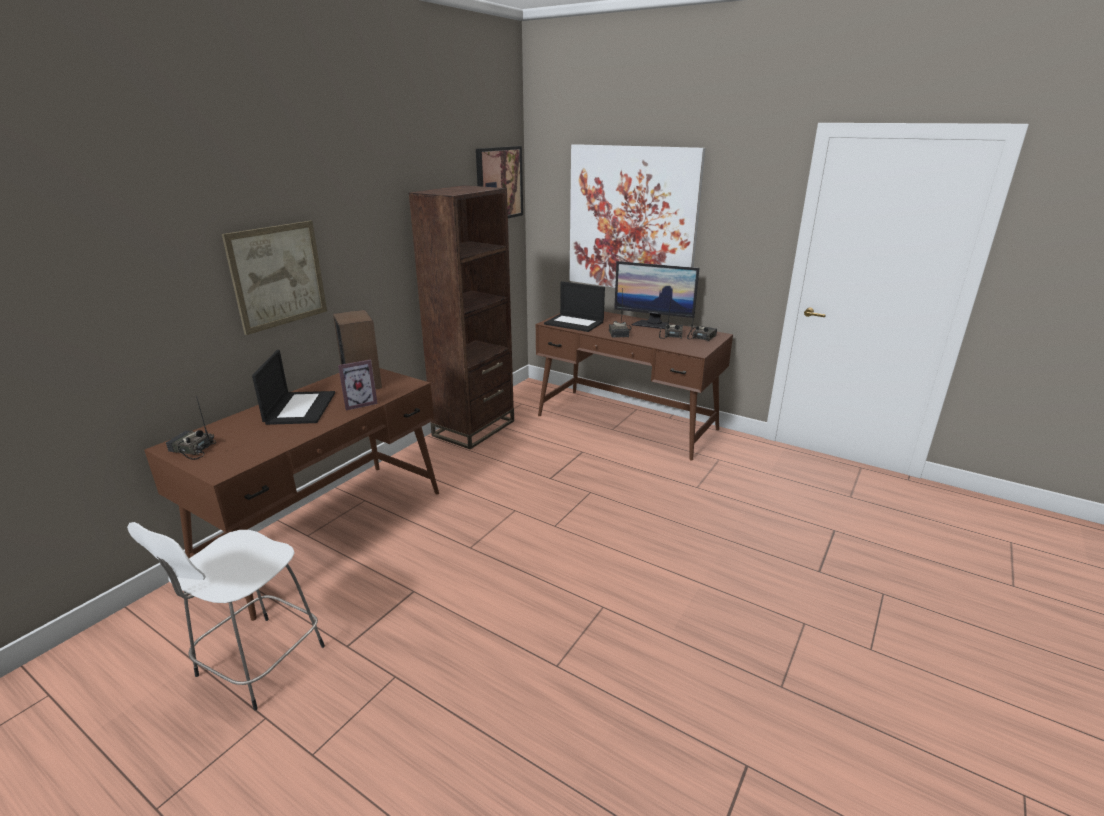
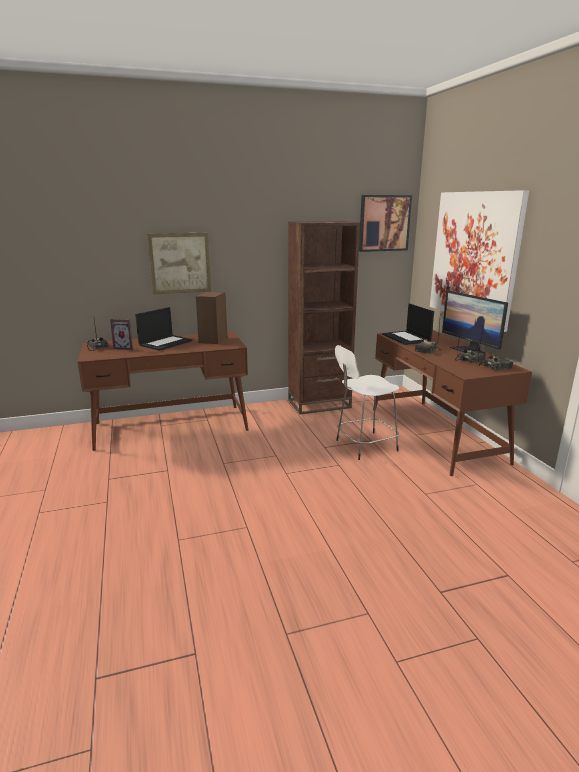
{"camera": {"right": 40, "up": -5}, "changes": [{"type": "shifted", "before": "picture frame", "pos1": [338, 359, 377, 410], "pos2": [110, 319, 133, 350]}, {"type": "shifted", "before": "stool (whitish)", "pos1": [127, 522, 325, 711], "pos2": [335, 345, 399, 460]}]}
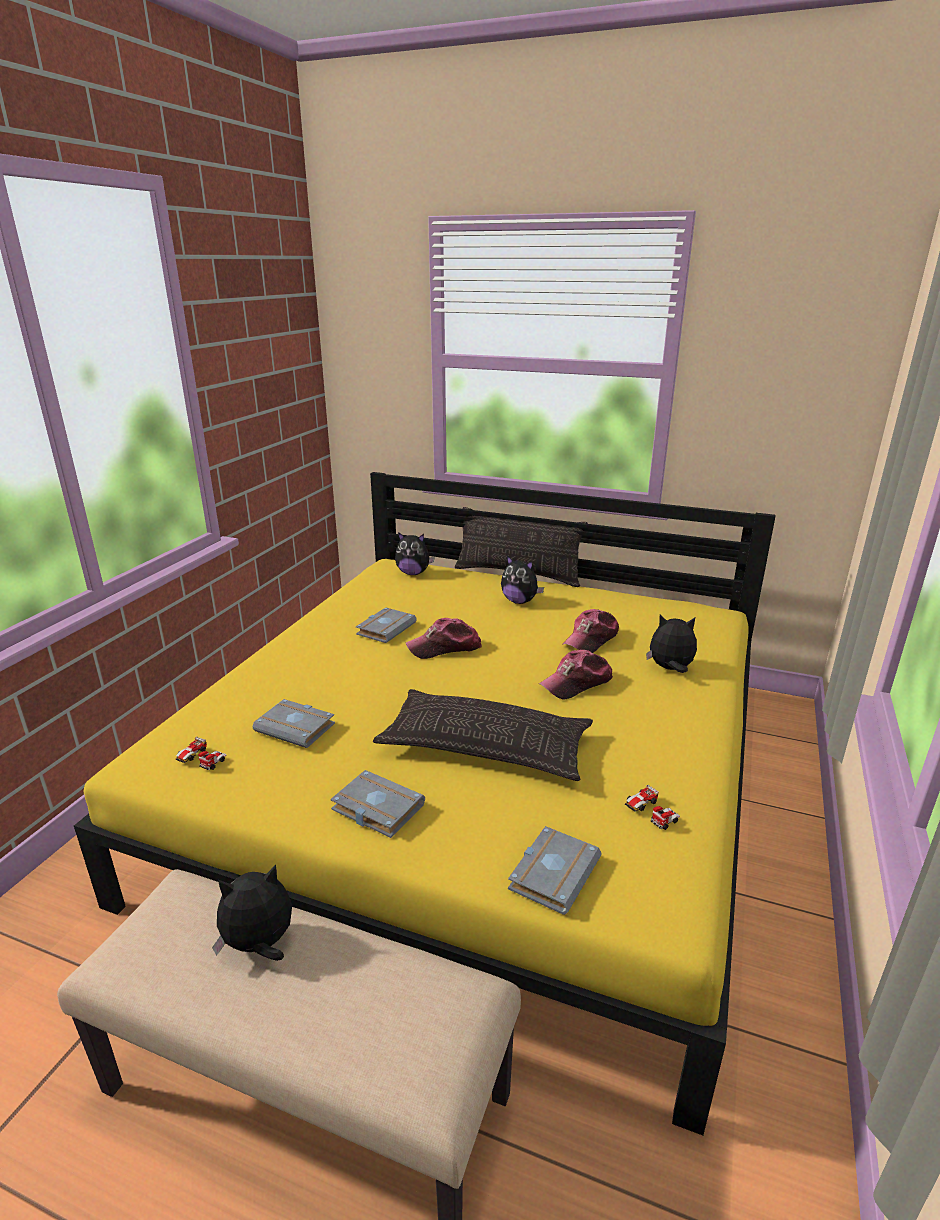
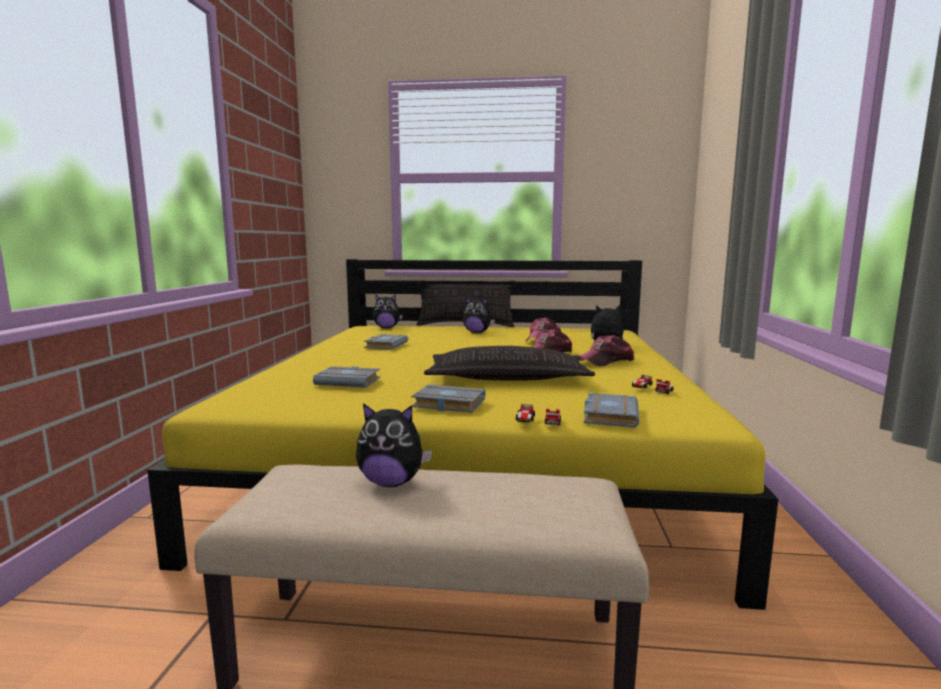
{"camera": {"right": -15, "up": -15}, "changes": [{"type": "rotated", "before": "soft toy", "pos1": [212, 864, 292, 961], "pos2": [356, 403, 432, 487], "turn": -135}, {"type": "shifted", "before": "toy car", "pos1": [176, 737, 227, 770], "pos2": [516, 404, 561, 426]}, {"type": "shifted", "before": "baseball cap", "pos1": [406, 618, 482, 659], "pos2": [579, 335, 634, 367]}]}
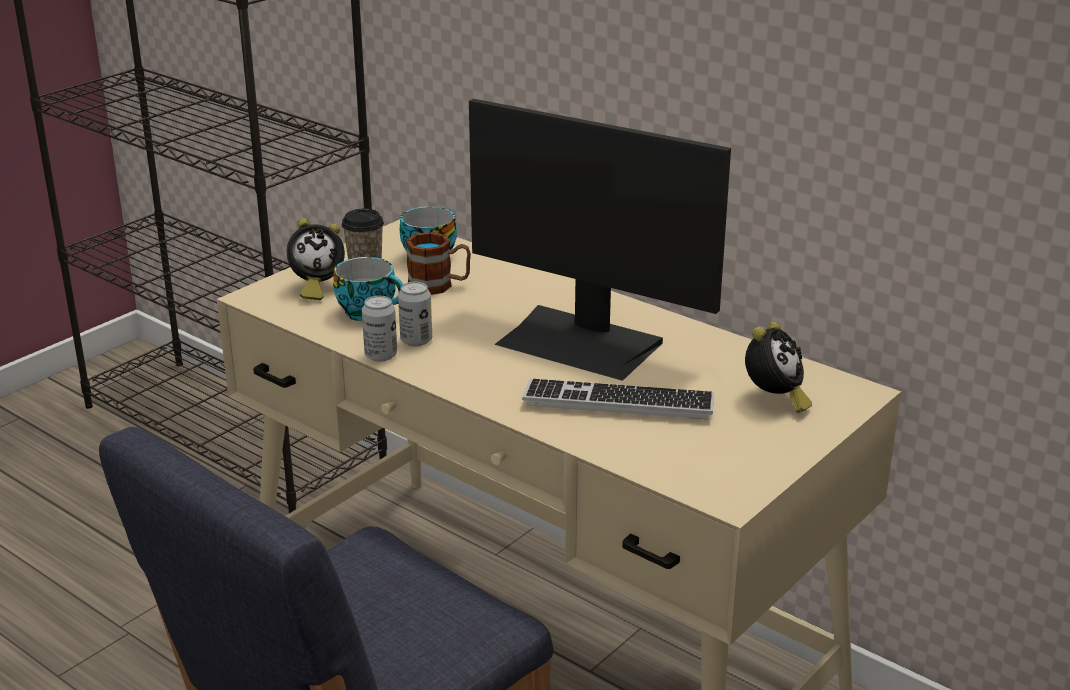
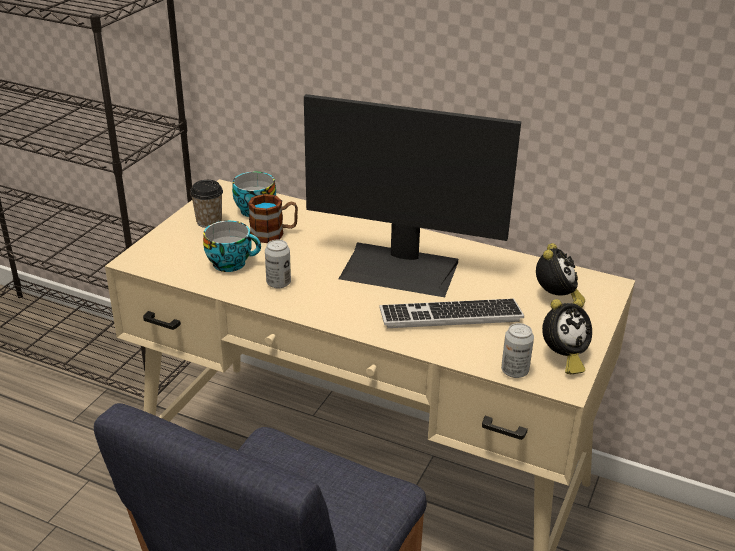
{"camera": {"right": -15, "up": 5}, "changes": [{"type": "shifted", "before": "can", "pos1": [362, 296, 397, 362], "pos2": [501, 323, 534, 378]}, {"type": "shifted", "before": "table clock", "pos1": [287, 218, 345, 300], "pos2": [542, 299, 592, 374]}]}
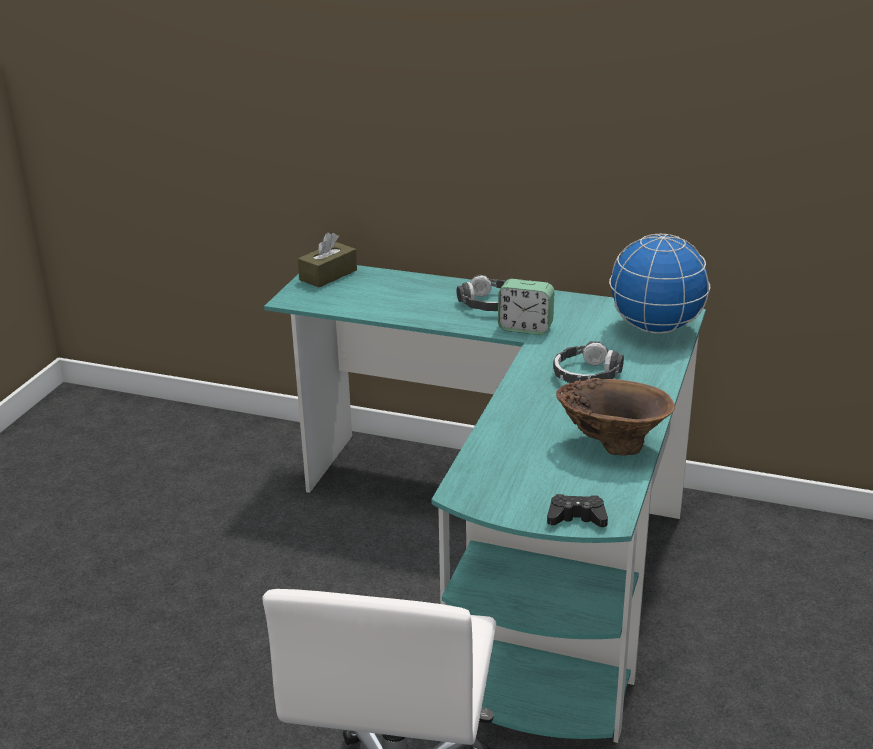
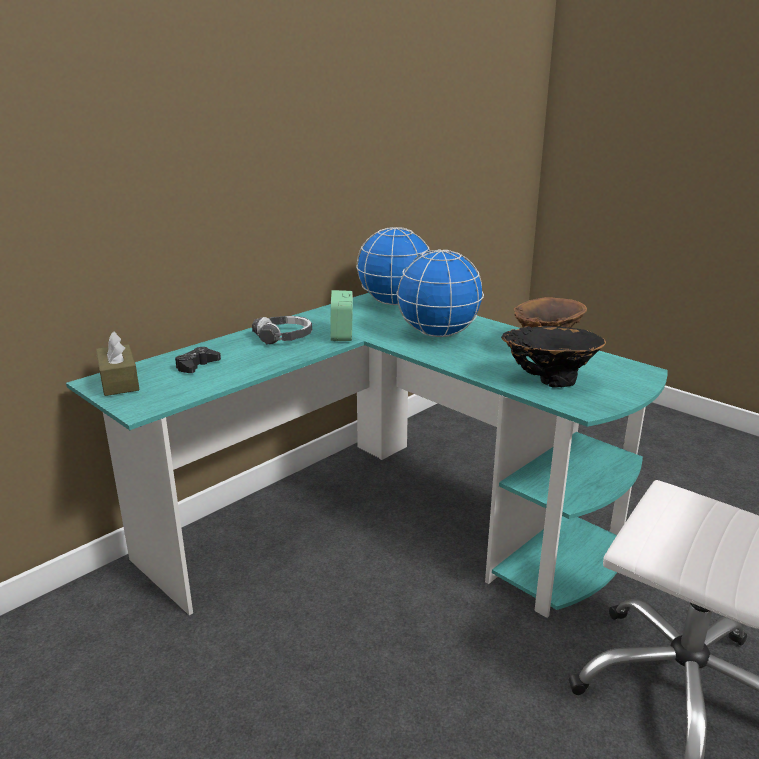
{"camera": {"right": -65, "up": -5}, "changes": [{"type": "shifted", "before": "gamepad (blackish)", "pos1": [547, 494, 608, 527], "pos2": [175, 347, 221, 373]}, {"type": "rotated", "before": "table clock", "pos1": [498, 279, 554, 335], "pos2": [330, 290, 353, 341], "turn": 135}, {"type": "swapped", "before": "headset", "after": "globe", "pos1": [553, 341, 624, 383], "pos2": [396, 249, 484, 337]}, {"type": "new", "after": "flower vase (blackish)", "pos2": [501, 326, 606, 388]}]}
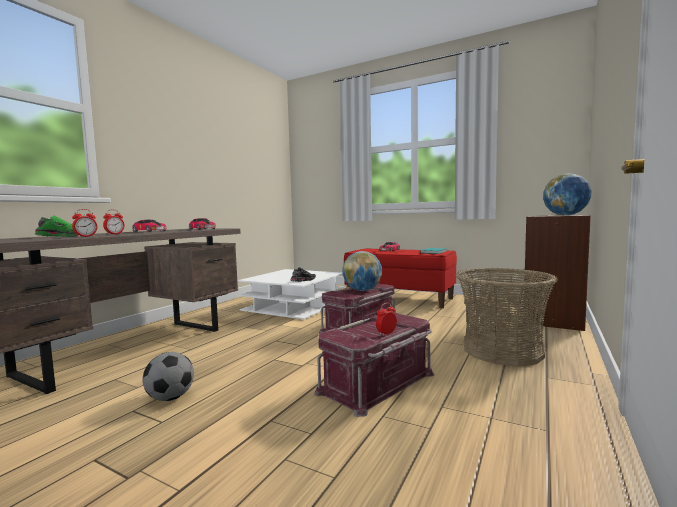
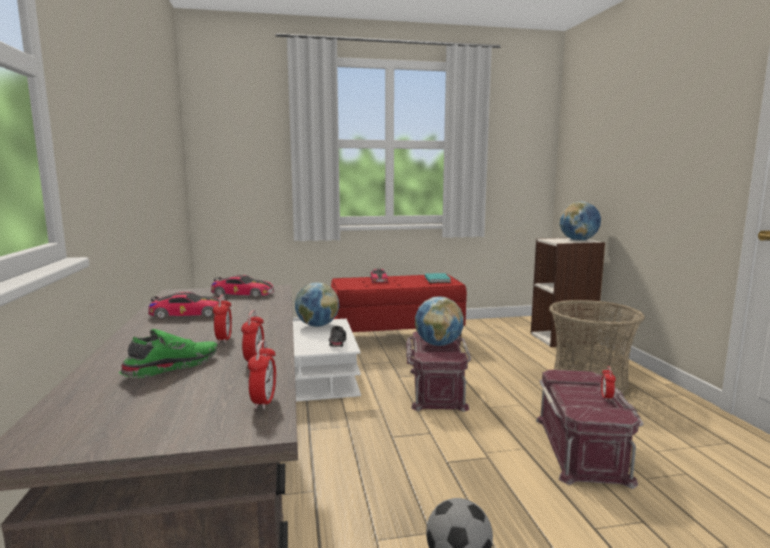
{"camera": {"right": -40, "up": 5}, "changes": [{"type": "new", "after": "table clock", "pos2": [248, 340, 276, 410]}, {"type": "new", "after": "globe", "pos2": [295, 282, 339, 327]}]}
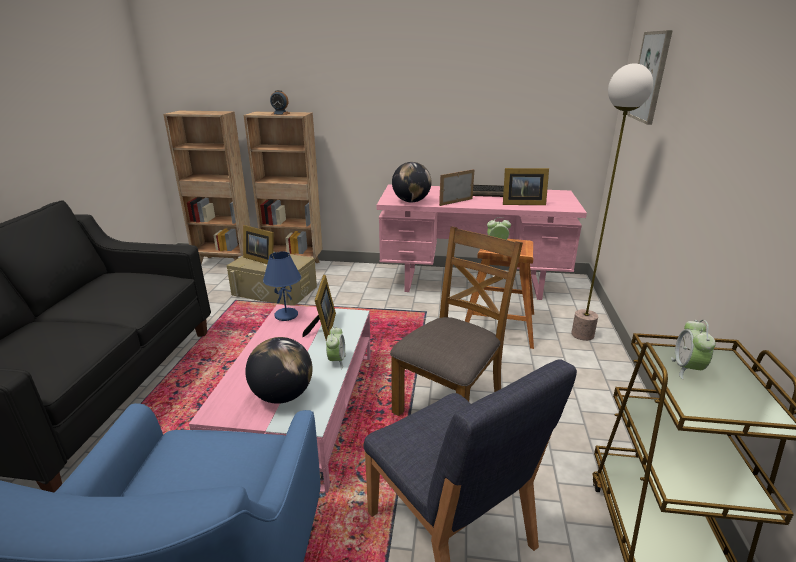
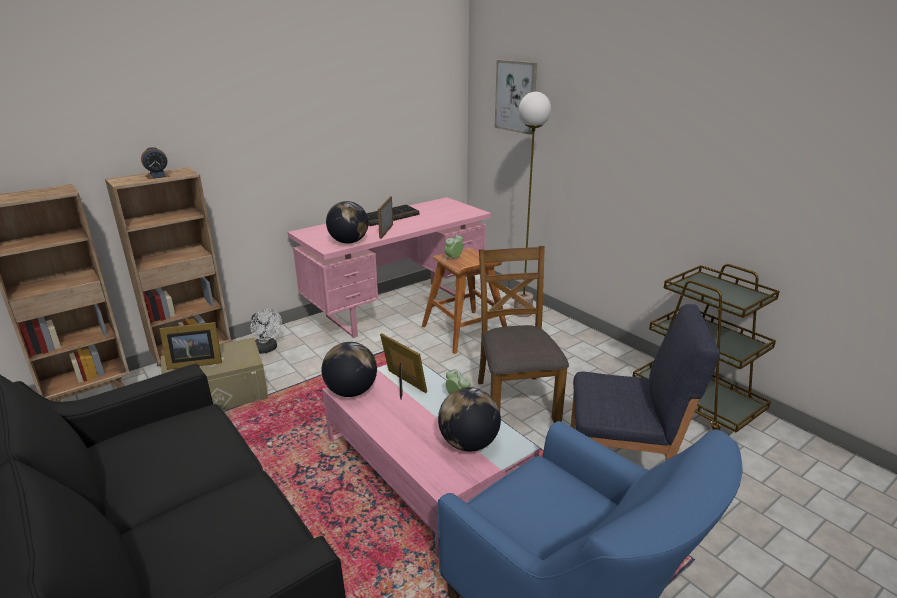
{"camera": {"right": -45, "up": 0}, "changes": [{"type": "new", "after": "electric fan (whitish)", "pos2": [251, 309, 282, 354]}, {"type": "swapped", "before": "lamp for a table (blue-coloured)", "after": "globe", "pos1": [263, 251, 301, 321], "pos2": [322, 342, 377, 397]}, {"type": "gone", "before": "picture frame", "pos1": [503, 168, 549, 205]}, {"type": "gone", "before": "table clock", "pos1": [671, 320, 716, 379]}]}
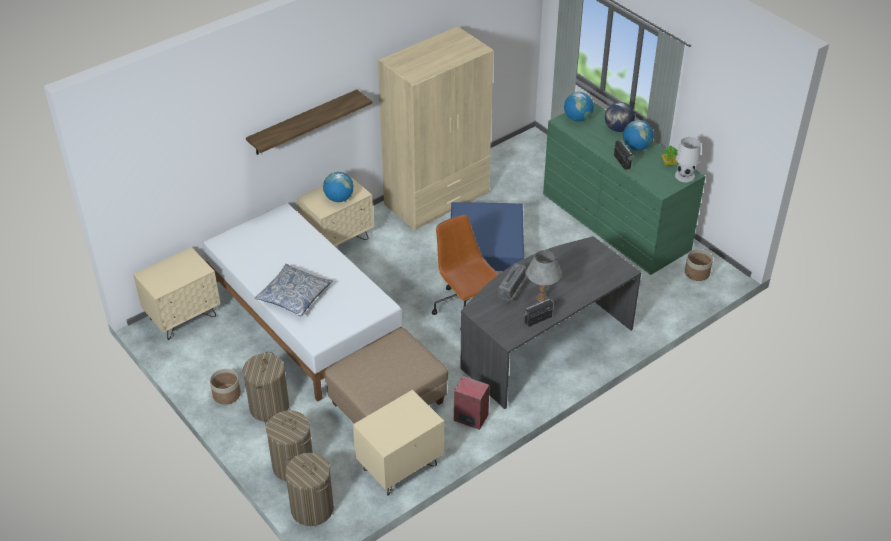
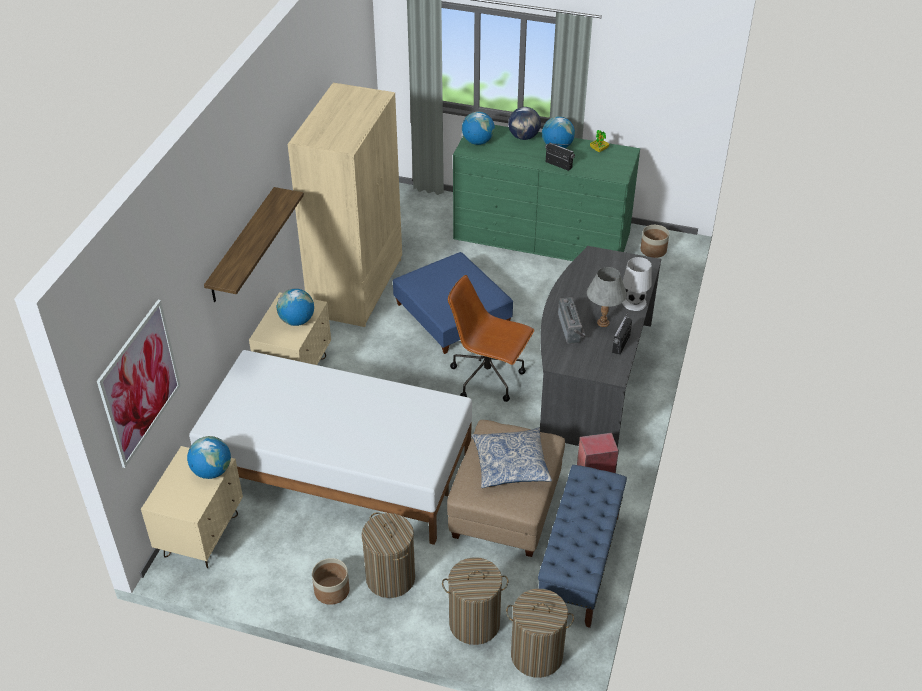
{"camera": {"right": -35, "up": 0}, "changes": [{"type": "new", "after": "wall art", "pos2": [97, 300, 181, 468]}, {"type": "new", "after": "globe", "pos2": [187, 436, 231, 479]}, {"type": "shifted", "before": "throw pillow", "pos1": [255, 264, 332, 316], "pos2": [472, 428, 552, 488]}, {"type": "swapped", "before": "nightstand (beige)", "after": "indoor bench (blue-coloured)", "pos1": [353, 390, 444, 496], "pos2": [538, 465, 627, 628]}, {"type": "shifted", "before": "lamp for a table (whitish)", "pos1": [675, 137, 701, 182], "pos2": [622, 257, 652, 311]}]}
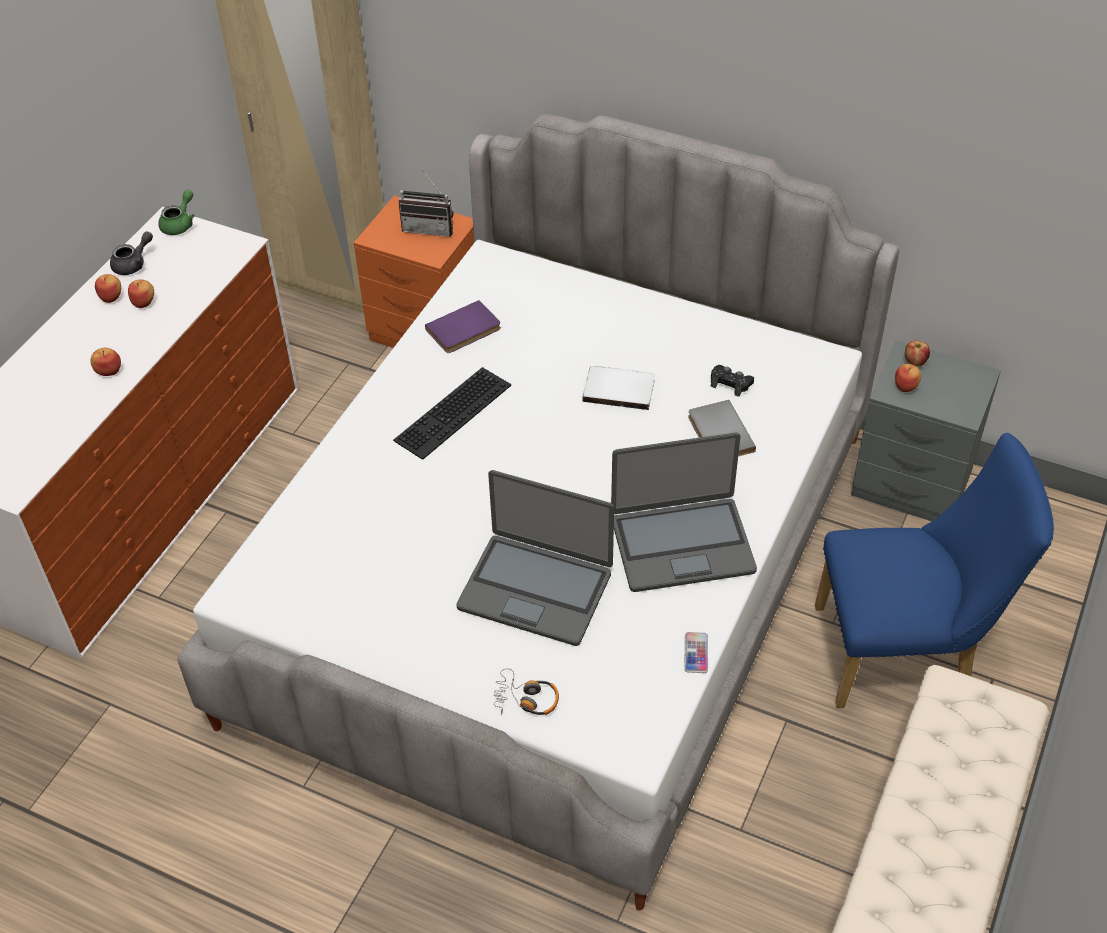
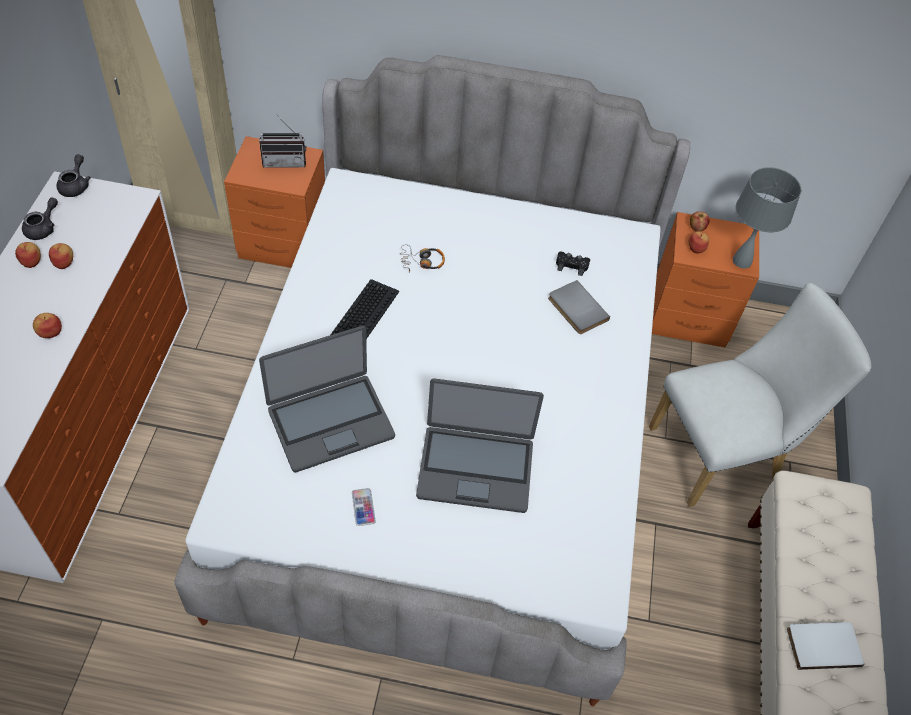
{"camera": {"right": -20, "up": 5}, "changes": [{"type": "repainted", "before": "teapot (green)", "after": "teapot (gray)", "pos1": [158, 190, 195, 235], "pos2": [57, 154, 91, 197]}, {"type": "shifted", "before": "portable computer", "pos1": [611, 432, 757, 592], "pos2": [259, 326, 395, 473]}, {"type": "shifted", "before": "phone", "pos1": [684, 632, 708, 673], "pos2": [352, 488, 376, 526]}, {"type": "shifted", "before": "headset", "pos1": [494, 668, 559, 715], "pos2": [401, 244, 445, 273]}, {"type": "repainted", "before": "upright chair (blue-coloured)", "after": "upright chair (whitish)", "pos1": [815, 433, 1054, 708], "pos2": [649, 282, 871, 507]}, {"type": "repainted", "before": "nightstand (gray)", "after": "nightstand (orangey)", "pos1": [851, 340, 1001, 521], "pos2": [652, 212, 759, 348]}, {"type": "new", "after": "lamp for a table (gray)", "pos2": [733, 167, 801, 269]}, {"type": "shifted", "before": "book (whitish)", "pos1": [583, 366, 655, 410], "pos2": [787, 622, 865, 670]}, {"type": "gone", "before": "book (purplish)", "pos1": [425, 300, 501, 353]}]}
